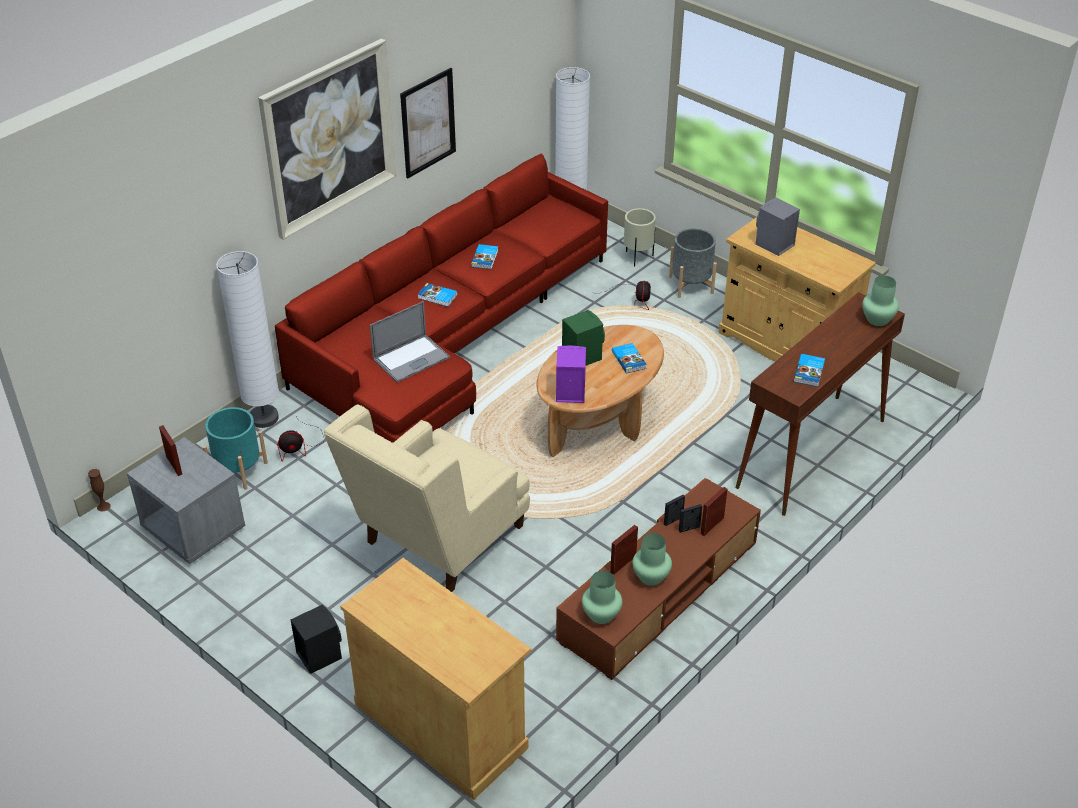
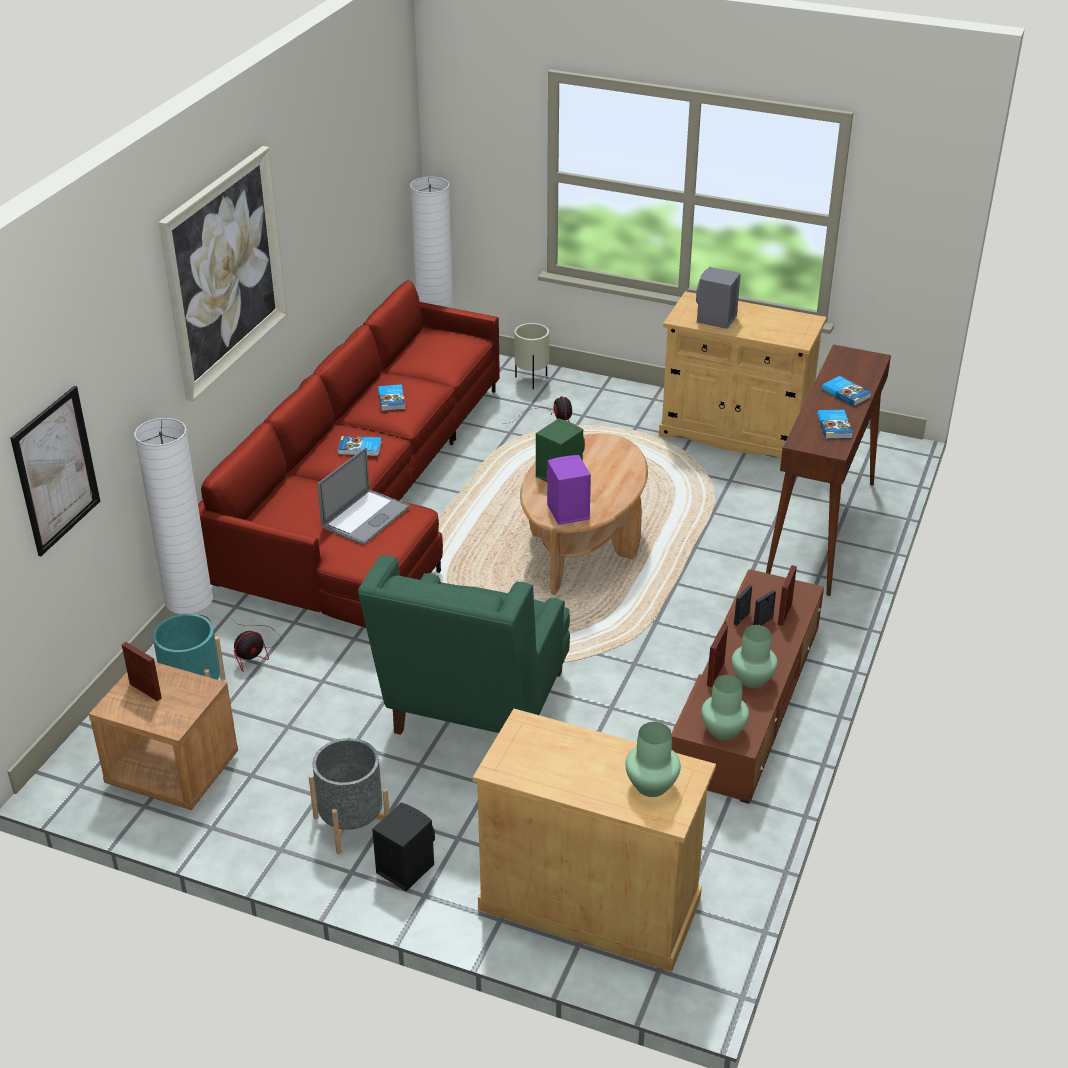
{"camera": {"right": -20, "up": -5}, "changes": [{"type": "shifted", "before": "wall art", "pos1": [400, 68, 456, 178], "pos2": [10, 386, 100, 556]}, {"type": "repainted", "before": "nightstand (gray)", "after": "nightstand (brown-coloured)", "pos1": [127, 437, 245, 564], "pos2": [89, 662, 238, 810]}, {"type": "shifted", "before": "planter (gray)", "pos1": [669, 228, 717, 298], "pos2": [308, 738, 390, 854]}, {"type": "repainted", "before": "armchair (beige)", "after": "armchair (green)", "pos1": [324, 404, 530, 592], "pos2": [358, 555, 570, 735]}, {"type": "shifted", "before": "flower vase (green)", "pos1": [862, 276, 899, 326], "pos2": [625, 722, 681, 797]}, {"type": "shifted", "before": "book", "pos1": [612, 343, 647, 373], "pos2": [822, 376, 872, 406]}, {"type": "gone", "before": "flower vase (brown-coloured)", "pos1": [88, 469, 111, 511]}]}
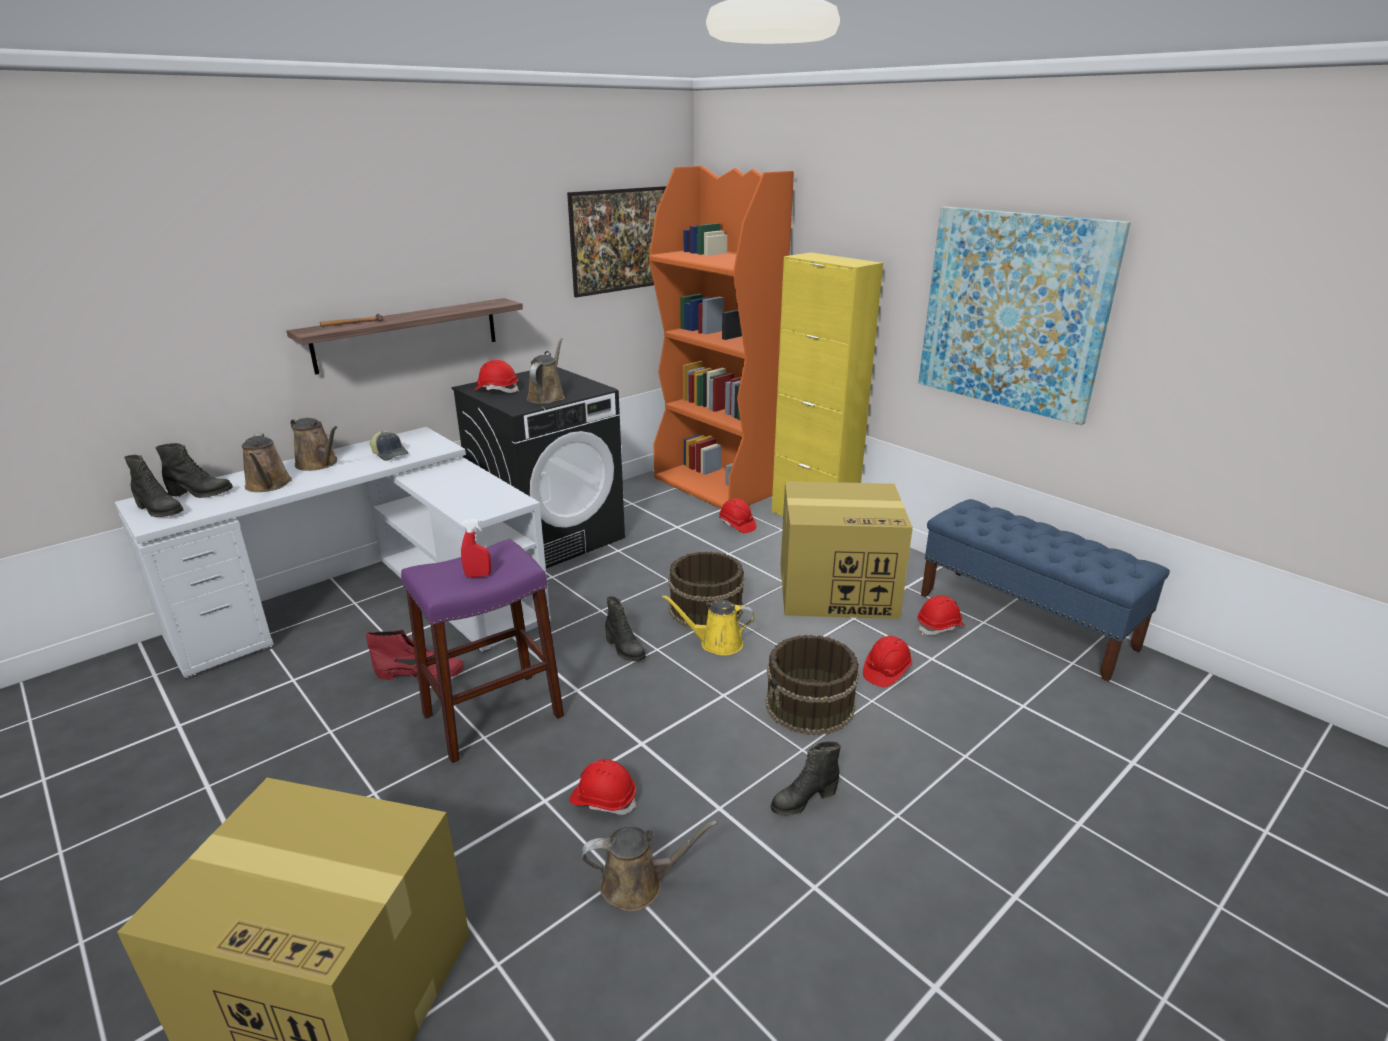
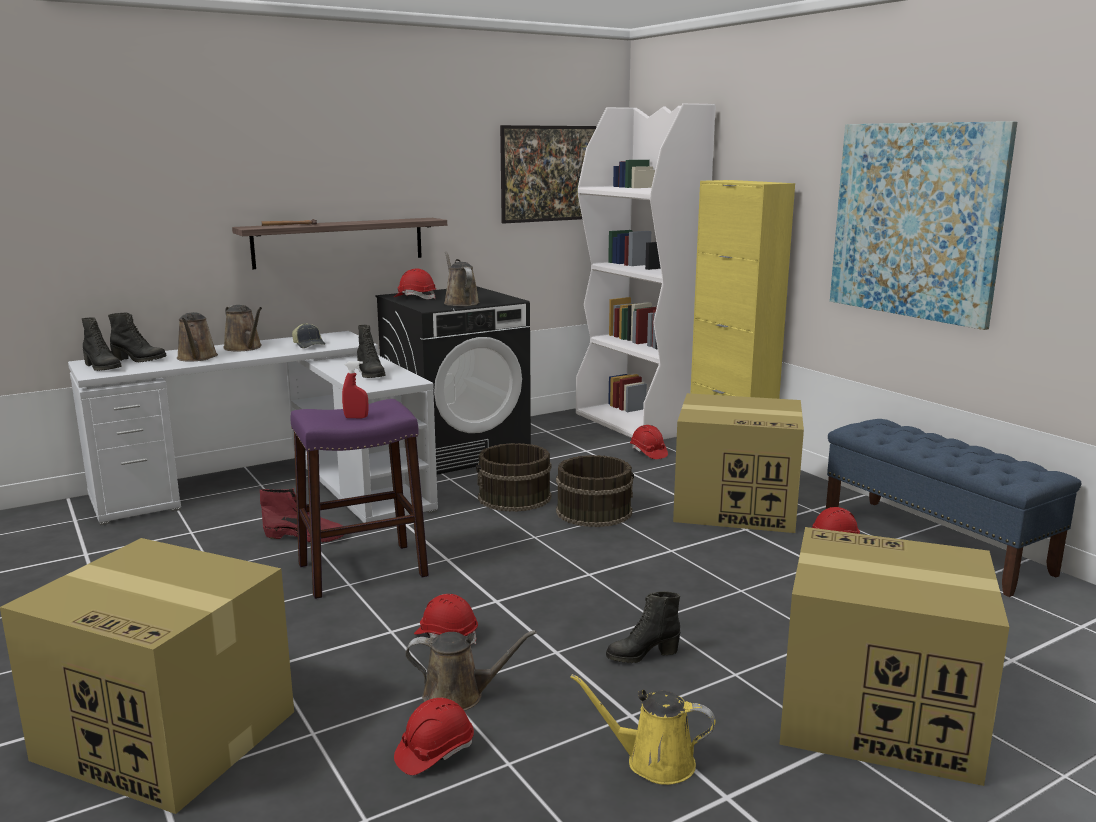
{"camera": {"right": 10, "up": -10}, "changes": [{"type": "shifted", "before": "high-top boot (blackish)", "pos1": [605, 596, 646, 661], "pos2": [357, 325, 386, 378]}, {"type": "shifted", "before": "work helmet (red)", "pos1": [863, 636, 912, 687], "pos2": [394, 698, 474, 775]}, {"type": "rotated", "before": "watering can (brown-coloured)", "pos1": [527, 338, 565, 404], "pos2": [444, 252, 480, 306], "turn": -45}, {"type": "shifted", "before": "pail (brown-coloured)", "pos1": [765, 635, 859, 735], "pos2": [476, 443, 551, 512]}, {"type": "shifted", "before": "watering can (yellow)", "pos1": [662, 595, 755, 656], "pos2": [570, 674, 716, 785]}, {"type": "repainted", "before": "bookcase (orangey)", "after": "bookcase (whitish)", "pos1": [649, 166, 794, 509], "pos2": [576, 103, 716, 440]}, {"type": "new", "after": "carton", "pos2": [779, 527, 1009, 786]}]}
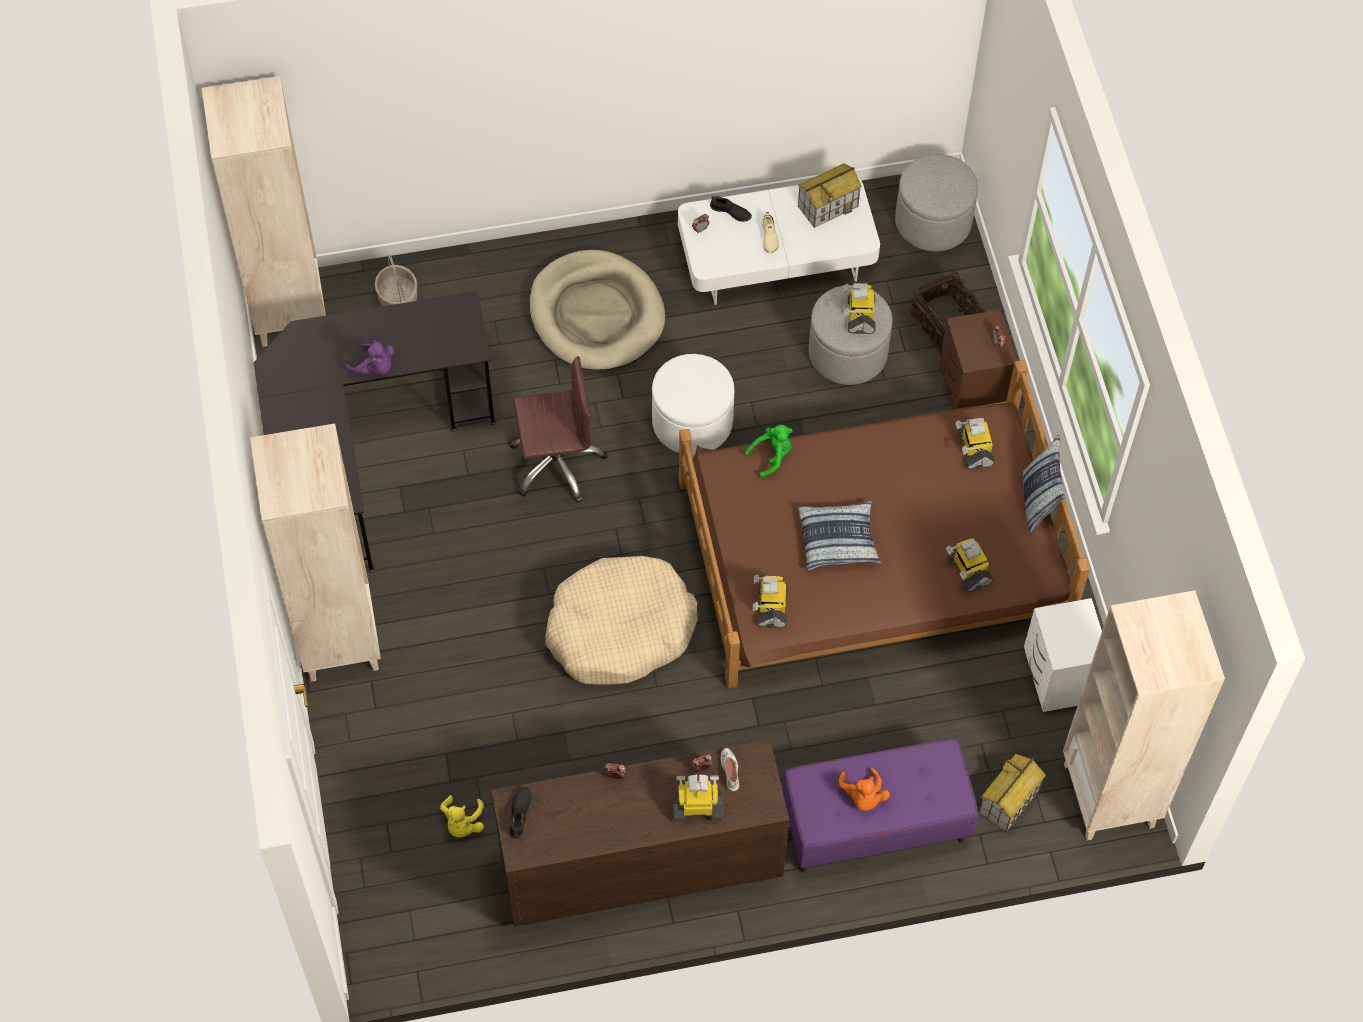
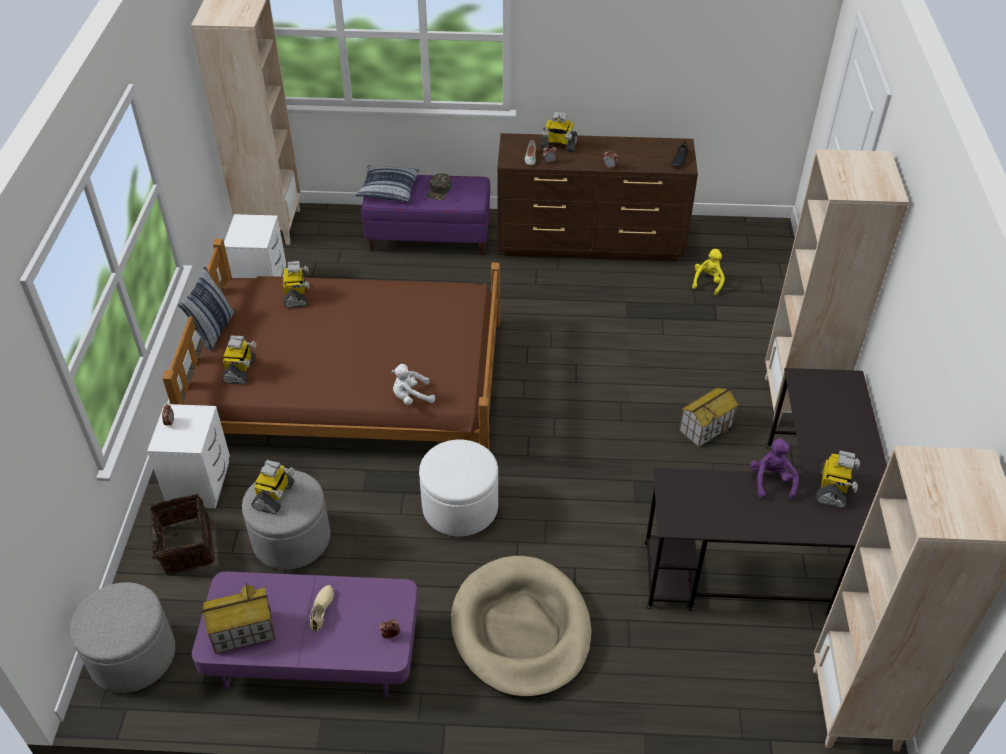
{"camera": {"right": -165, "up": -15}, "changes": [{"type": "repainted", "before": "nightstand (brown-coloured)", "after": "nightstand (whitish)", "pos1": [939, 310, 1017, 409], "pos2": [147, 404, 230, 509]}, {"type": "repainted", "before": "lounge table (whitish)", "after": "lounge table (purplish)", "pos1": [678, 178, 880, 305], "pos2": [192, 571, 418, 697]}, {"type": "shifted", "before": "throw pillow", "pos1": [798, 500, 881, 570], "pos2": [355, 165, 419, 202]}, {"type": "repainted", "before": "soft toy (green)", "after": "soft toy (whitish)", "pos1": [744, 425, 793, 478], "pos2": [391, 364, 435, 405]}, {"type": "swapped", "before": "soft toy (orangey)", "after": "baseball cap (green)", "pos1": [839, 768, 890, 811], "pos2": [427, 173, 451, 200]}, {"type": "shifted", "before": "miniature house", "pos1": [978, 754, 1046, 832], "pos2": [679, 388, 738, 447]}, {"type": "rotated", "before": "soft toy (purplish)", "pos1": [345, 340, 394, 375], "pos2": [750, 438, 799, 500], "turn": 45}, {"type": "shifted", "before": "toy robot", "pos1": [753, 575, 788, 628], "pos2": [816, 450, 860, 508]}, {"type": "gone", "before": "storage basket", "pos1": [375, 254, 417, 306]}, {"type": "gone", "before": "office chair (brown-coloured)", "pos1": [510, 356, 608, 503]}, {"type": "gone", "before": "dog cushion (beige)", "pos1": [545, 556, 698, 685]}, {"type": "gone", "before": "low shoe (blackish)", "pos1": [710, 196, 752, 222]}]}
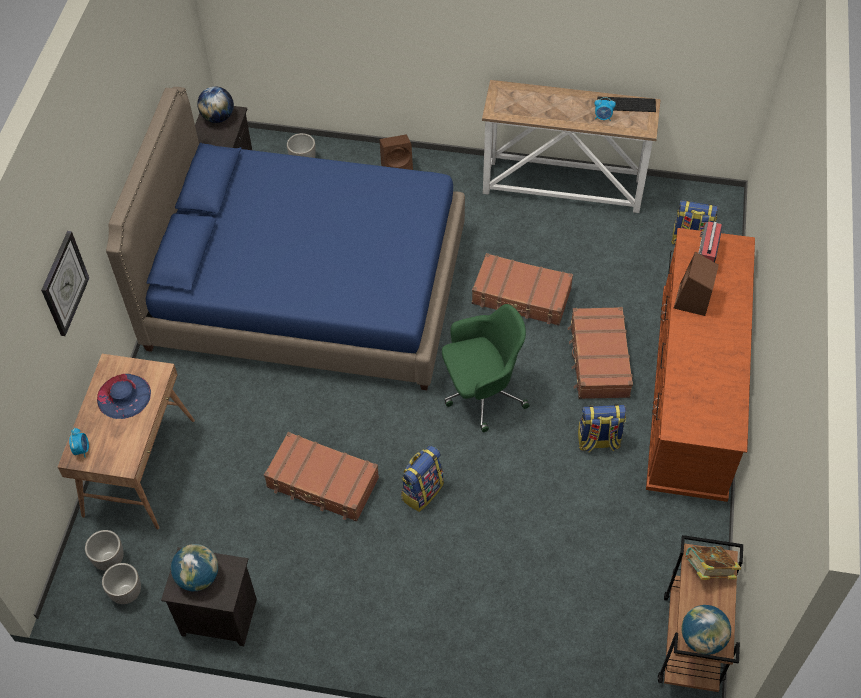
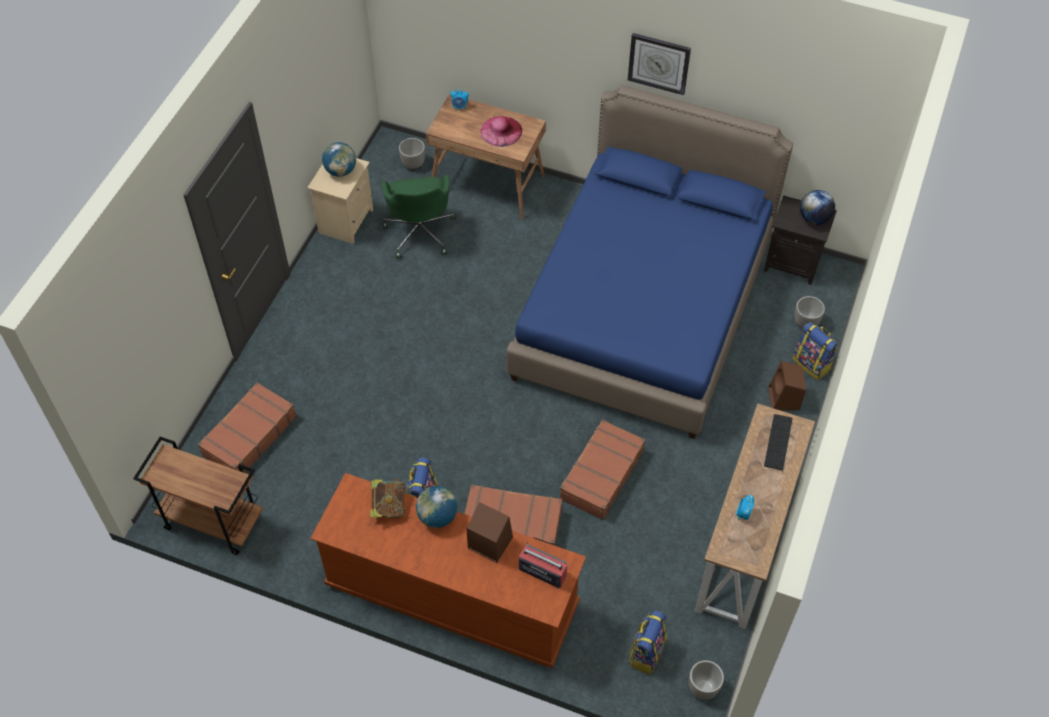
{"camera": {"right": 100, "up": 0}, "changes": [{"type": "shifted", "before": "travel case (brown-coloured)", "pos1": [264, 432, 379, 521], "pos2": [198, 382, 297, 473]}, {"type": "repainted", "before": "nightstand (blackish)", "after": "nightstand (beige)", "pos1": [161, 547, 257, 646], "pos2": [307, 158, 373, 244]}, {"type": "shifted", "before": "book", "pos1": [685, 546, 741, 580], "pos2": [370, 479, 405, 518]}, {"type": "shifted", "before": "office chair (green)", "pos1": [442, 304, 530, 432], "pos2": [381, 175, 456, 258]}, {"type": "shifted", "before": "globe", "pos1": [682, 605, 731, 655], "pos2": [416, 486, 458, 528]}, {"type": "repainted", "before": "hat (blue-coloured)", "after": "hat (pink)", "pos1": [97, 374, 151, 419], "pos2": [480, 116, 522, 147]}, {"type": "shifted", "before": "wall clock", "pos1": [41, 231, 89, 336], "pos2": [628, 33, 691, 95]}, {"type": "shifted", "before": "planter", "pos1": [102, 563, 141, 604], "pos2": [689, 660, 724, 699]}, {"type": "shifted", "before": "PC keyboard", "pos1": [597, 96, 656, 112], "pos2": [764, 414, 793, 470]}, {"type": "shifted", "before": "knapsack", "pos1": [401, 446, 444, 512], "pos2": [792, 322, 838, 380]}]}
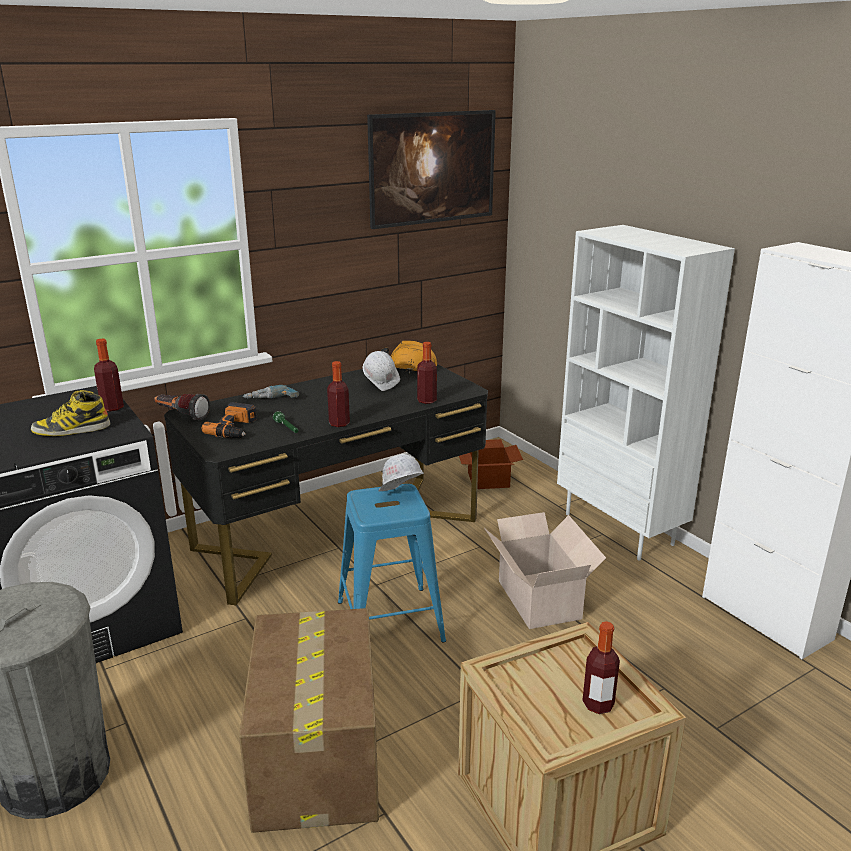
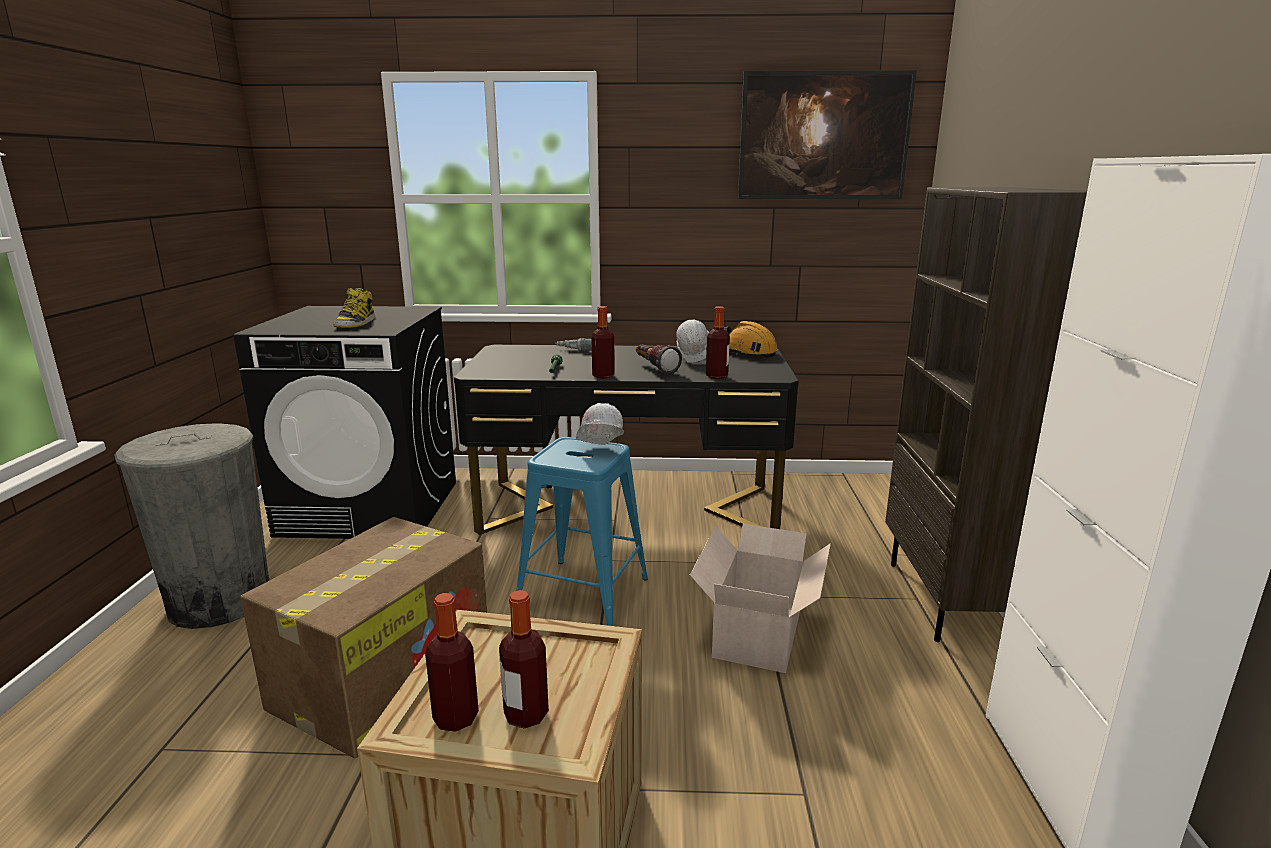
{"camera": {"right": 35, "up": -5}, "changes": [{"type": "rotated", "before": "high-top boot", "pos1": [31, 390, 111, 436], "pos2": [334, 288, 375, 328], "turn": -105}, {"type": "shifted", "before": "bottle", "pos1": [94, 339, 124, 412], "pos2": [425, 593, 479, 732]}, {"type": "shifted", "before": "flashlight", "pos1": [154, 394, 210, 420], "pos2": [636, 345, 682, 375]}, {"type": "repainted", "before": "bookcase (whitish)", "after": "bookcase (brown-coloured)", "pos1": [557, 225, 735, 560], "pos2": [885, 187, 1087, 642]}, {"type": "gone", "before": "electric drill", "pos1": [201, 402, 257, 438]}, {"type": "gone", "before": "carton", "pos1": [459, 439, 523, 489]}]}
